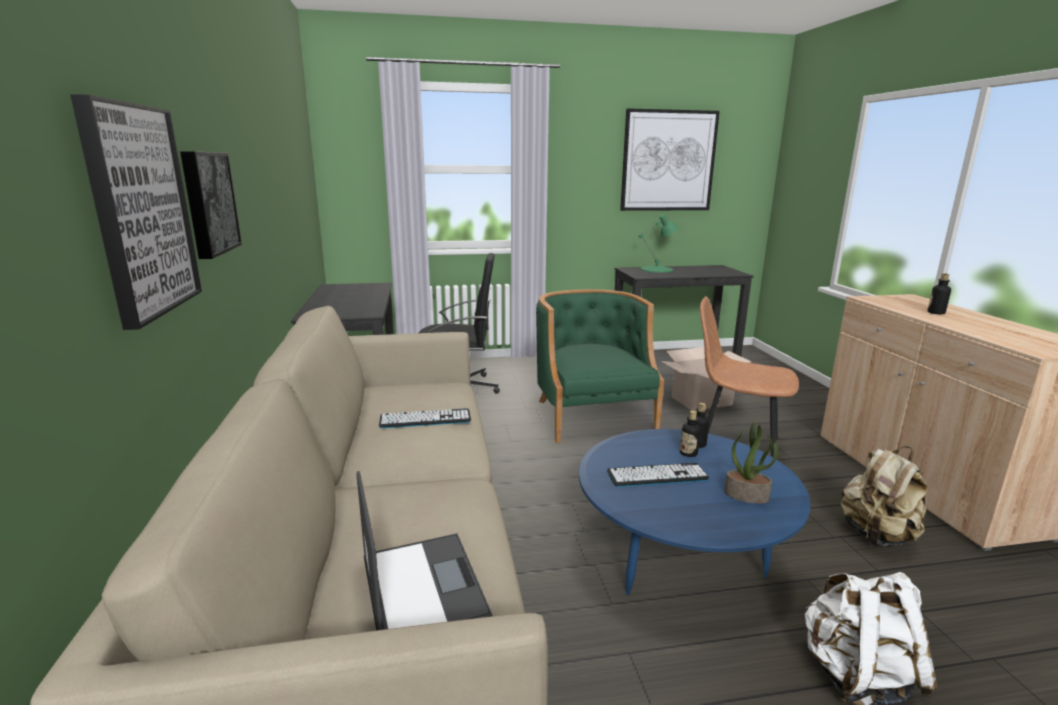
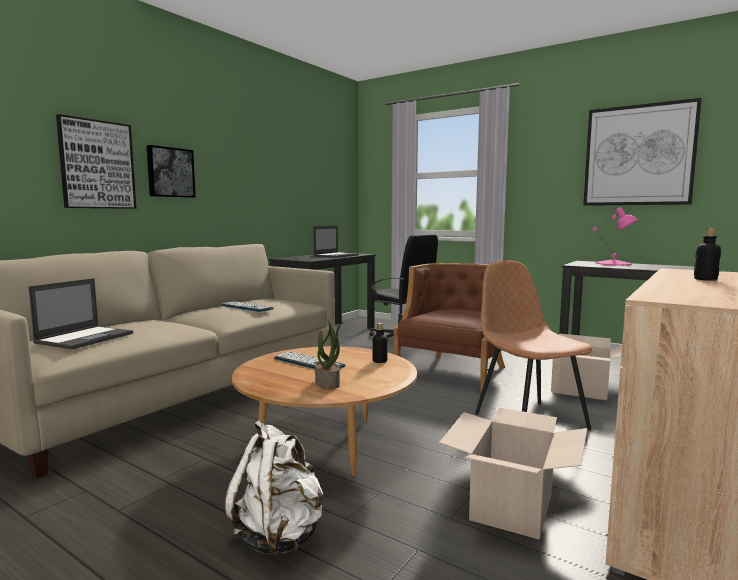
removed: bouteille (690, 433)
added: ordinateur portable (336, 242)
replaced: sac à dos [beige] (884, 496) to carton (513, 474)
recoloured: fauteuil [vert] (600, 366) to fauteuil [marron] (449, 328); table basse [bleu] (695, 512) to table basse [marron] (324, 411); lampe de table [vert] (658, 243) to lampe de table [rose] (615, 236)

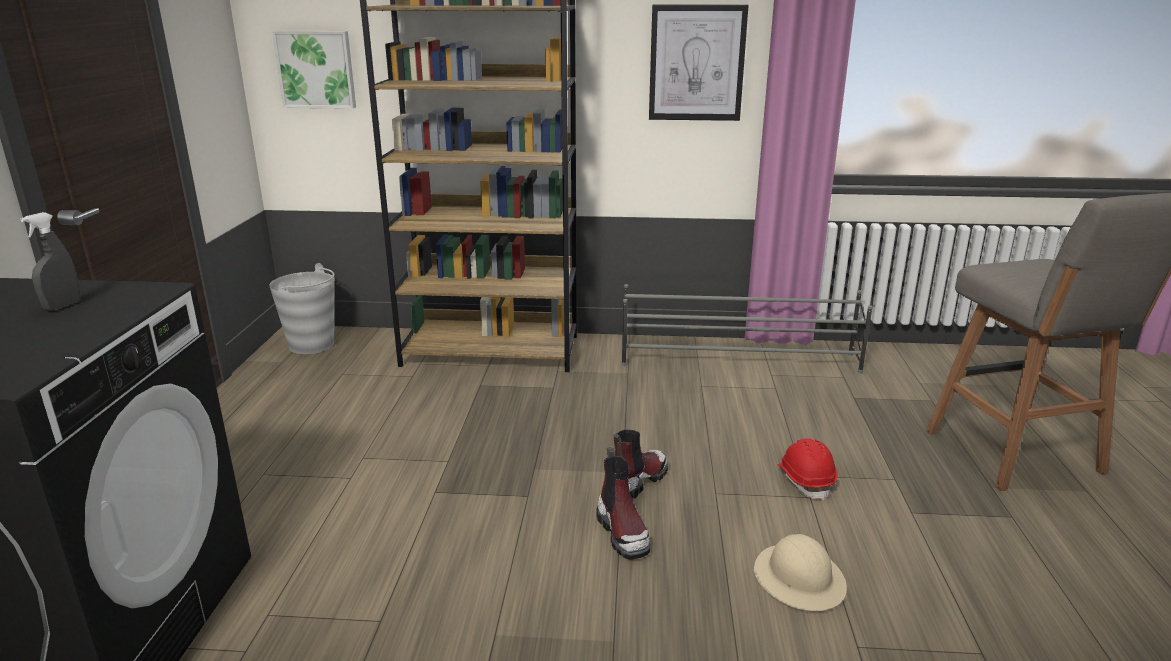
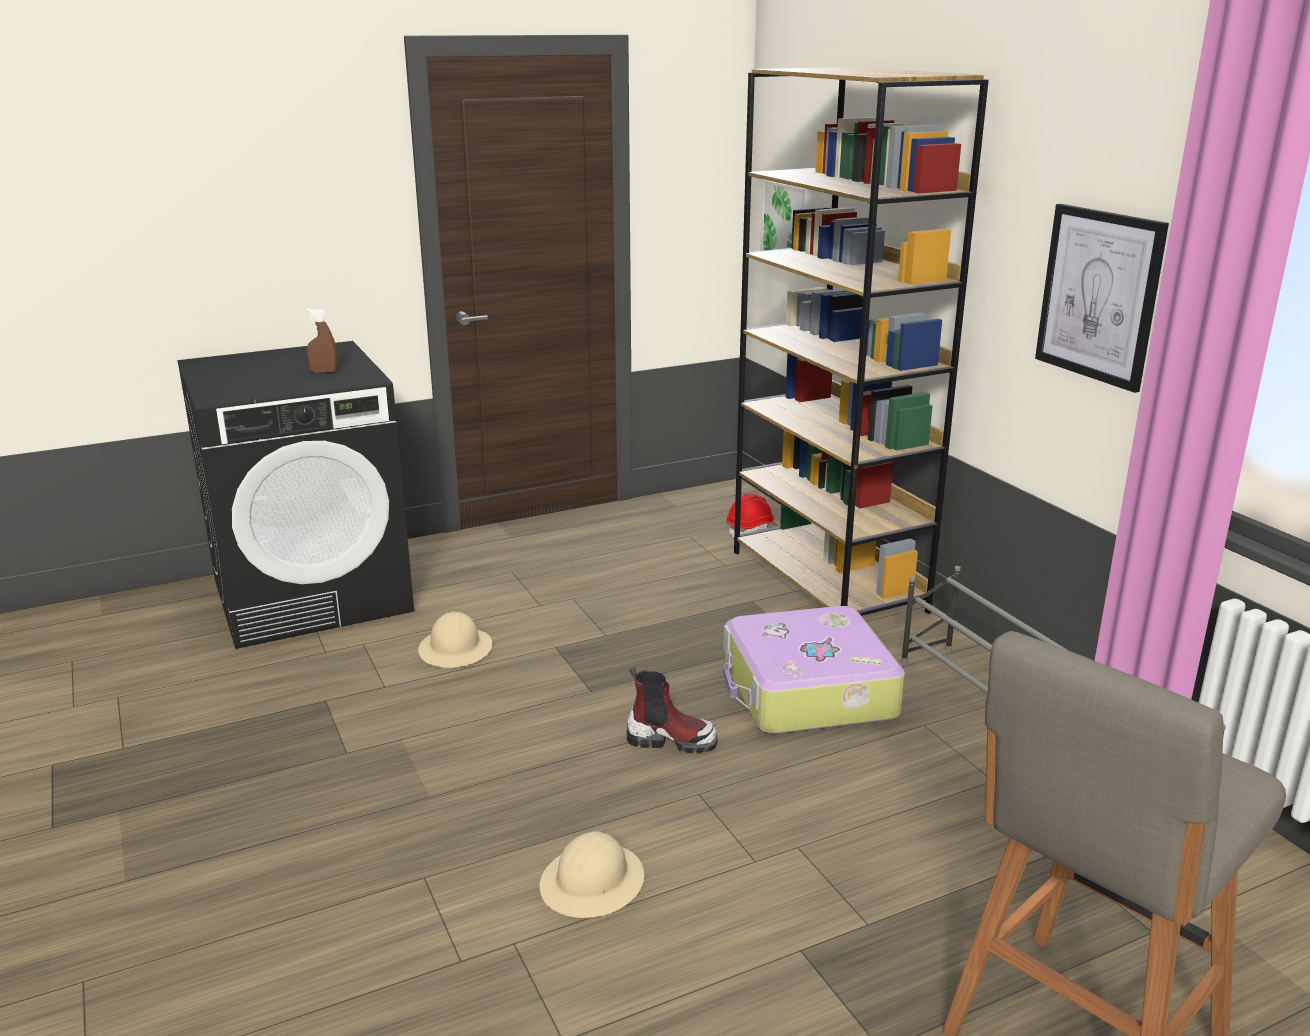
removed: seau [gris] (302, 308); botte (623, 503)
added: casque de chantier [beige] (455, 640); valise (814, 670)
moved: casque de chantier [rouge] (807, 469) to (752, 516)
recoloured: vaporisateur [gris] (50, 261) to vaporisateur [marron] (321, 340)

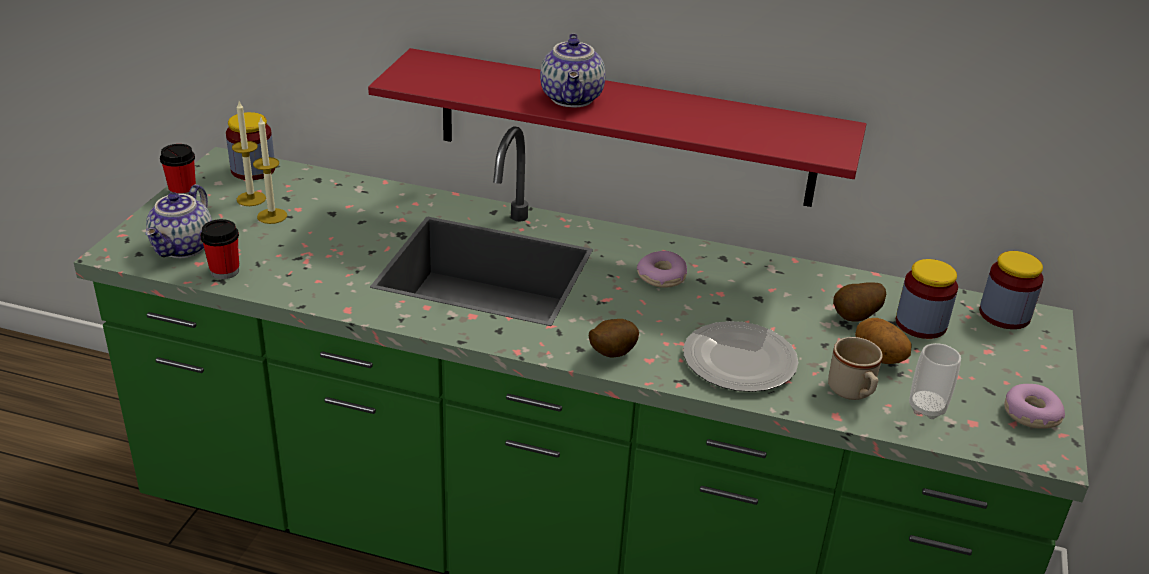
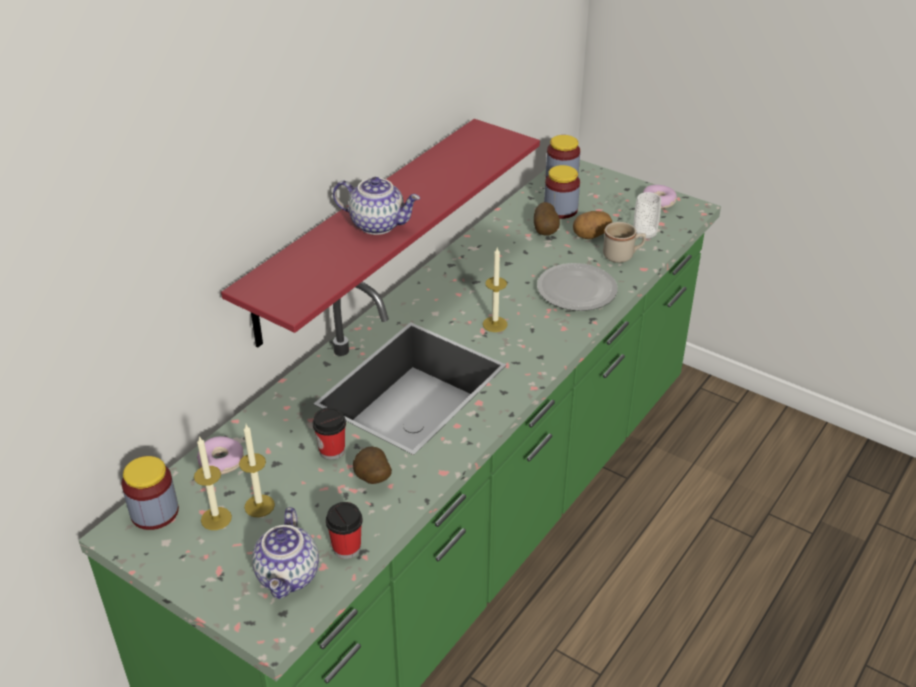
added: bougie (495, 290)
moved: tasse (178, 169) to (329, 433); pomme de terre (614, 338) to (372, 465); beignet (662, 269) to (220, 455)
turned: théière (179, 221) = (285, 553) 60 degrees clockwise

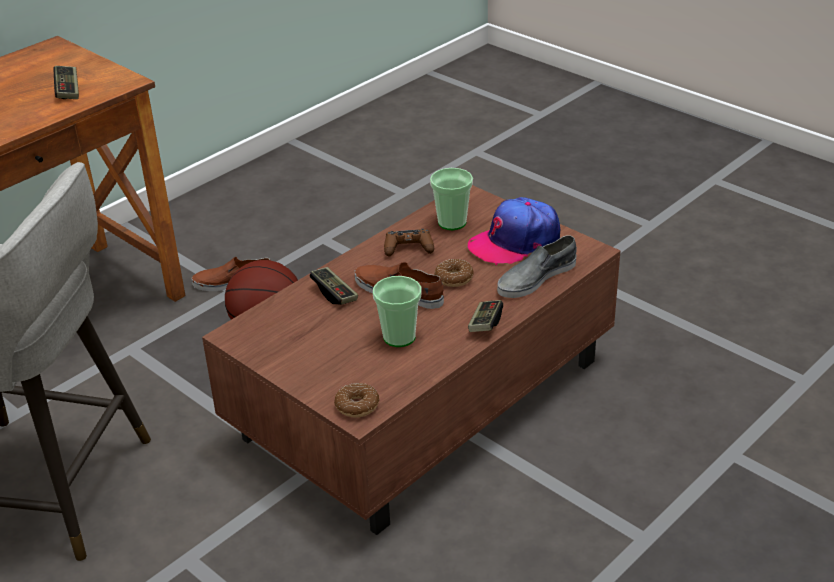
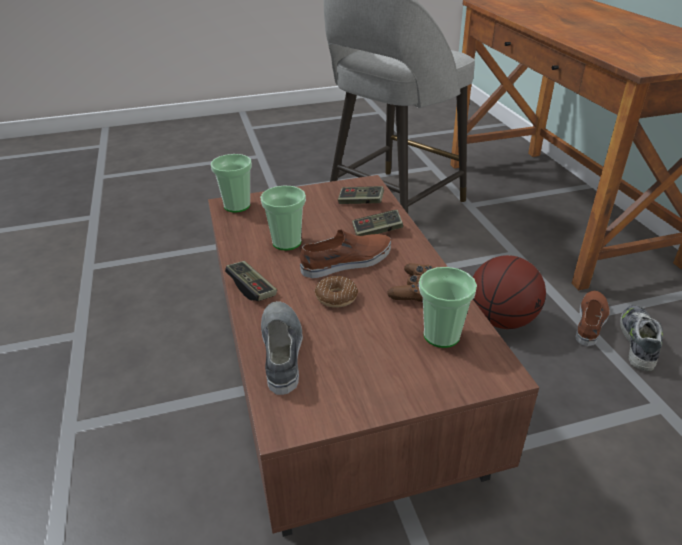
removed: casquette (514, 231)
added: chaussure (641, 338)
moved: manette (66, 82) to (361, 195)
replaced: beignet (357, 400) to tasse (231, 183)

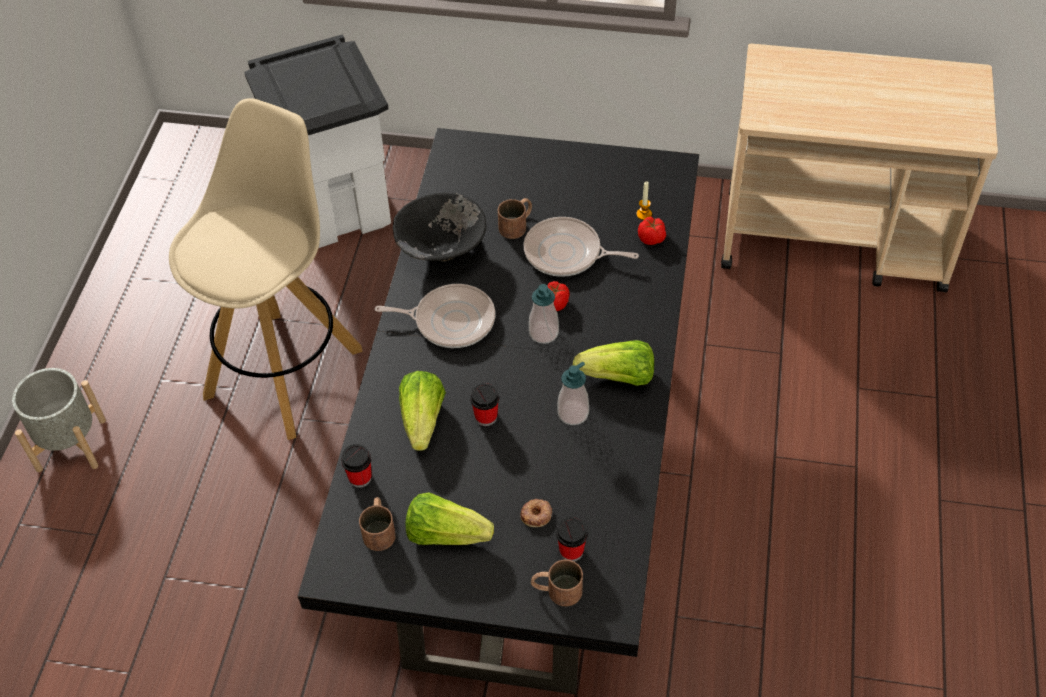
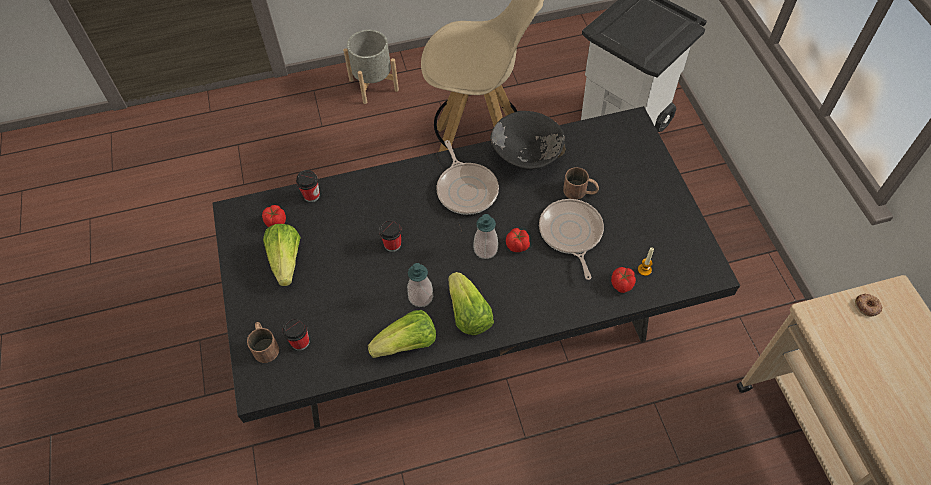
moved: laitue (422, 411) to (402, 334); beignet (536, 513) to (869, 305)
replaced: mug [marron] (377, 524) to tomate (274, 216)

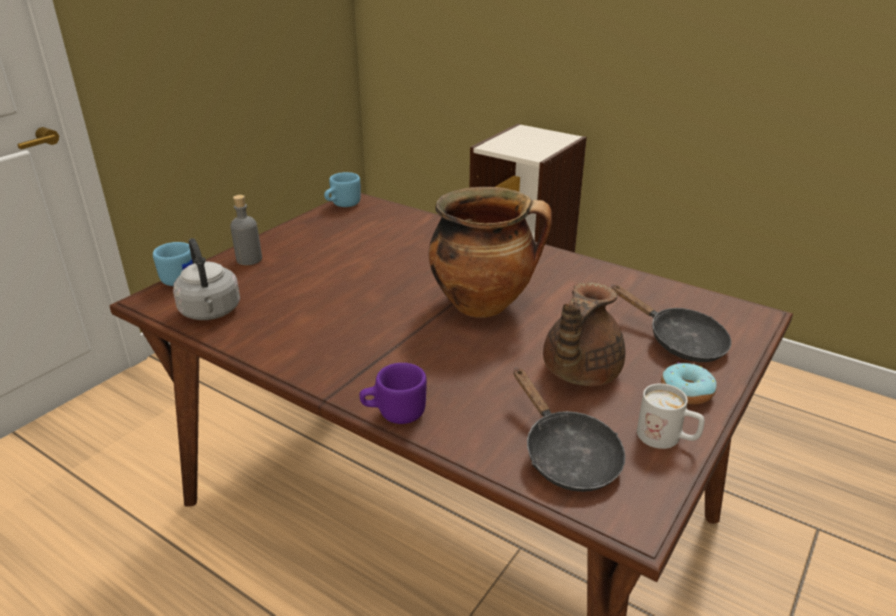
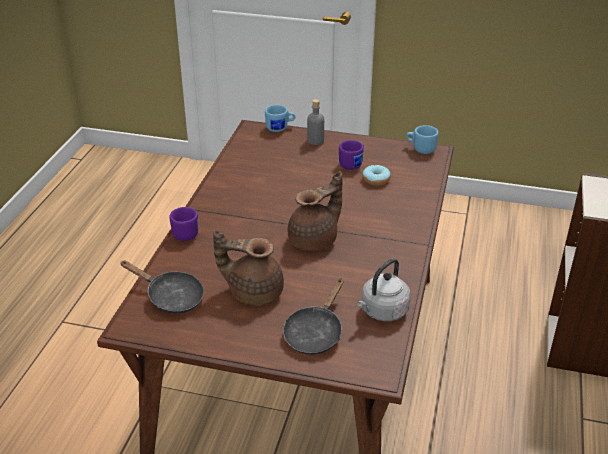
removed: mug [blanc] (671, 416)
added: mug [violet] (351, 155)
moved: bouilloire [gris] (206, 279) to (384, 289); beignet (688, 384) to (376, 175)
replaced: marmite (490, 252) to théière [marron] (315, 211)
turned: poêle [noir] (569, 430) = (162, 287) 105 degrees counterclockwise

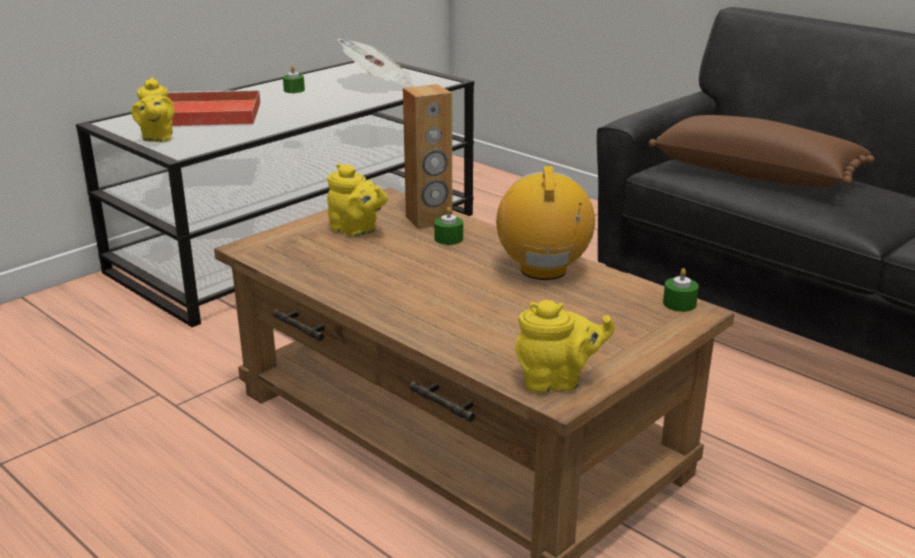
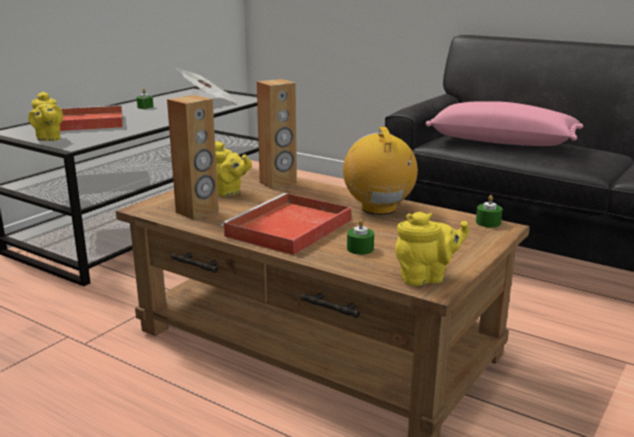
added: enceinte [marron] (193, 157); plateau [rouge] (286, 224)
moved: bougie [vert] (448, 226) to (360, 237)
recoloured: coussin [marron] (762, 151) to coussin [rose] (504, 123)

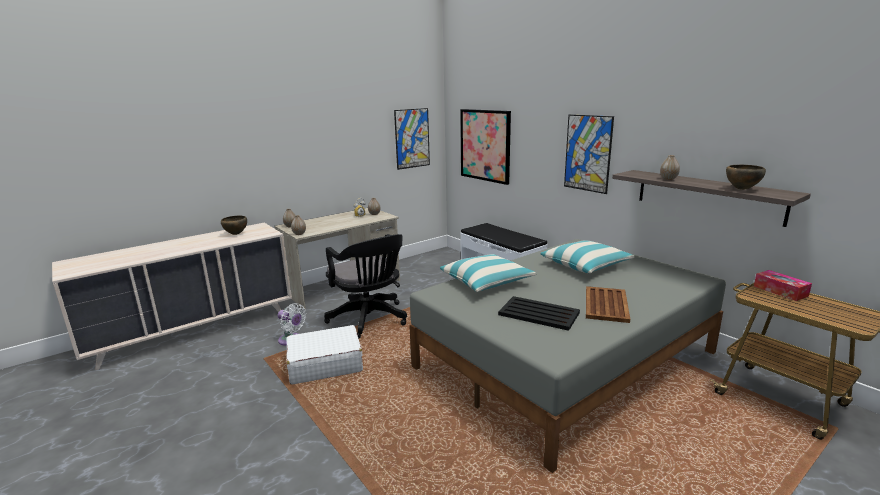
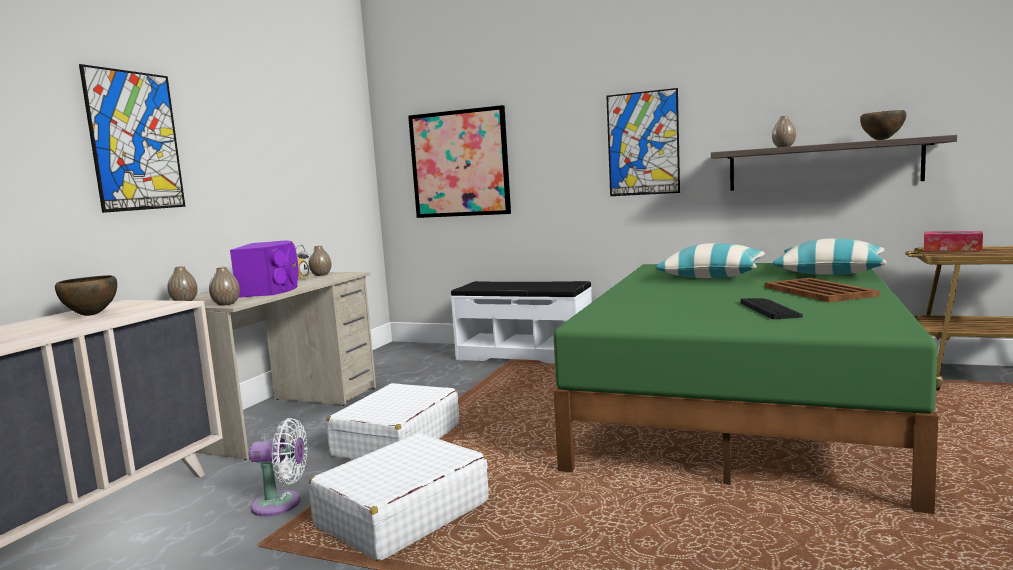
added: enceinte [violet] (264, 269)
moved: tableau (412, 139) to (132, 138); coussin (488, 273) to (829, 256)
replaced: chaise de bureau [noir] (365, 286) to valise [blanc] (393, 421); plateau [noir] (539, 313) to clavier (772, 308)
recoloured: lit [gris] (567, 356) to lit [vert] (746, 388)

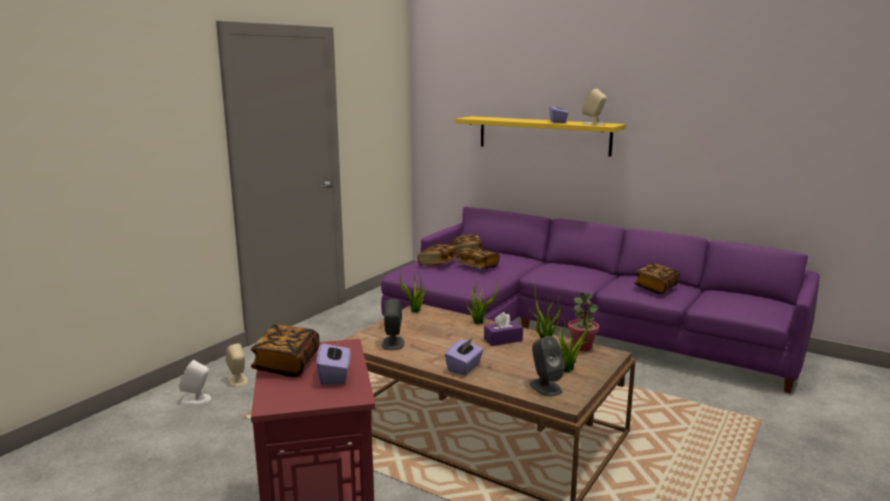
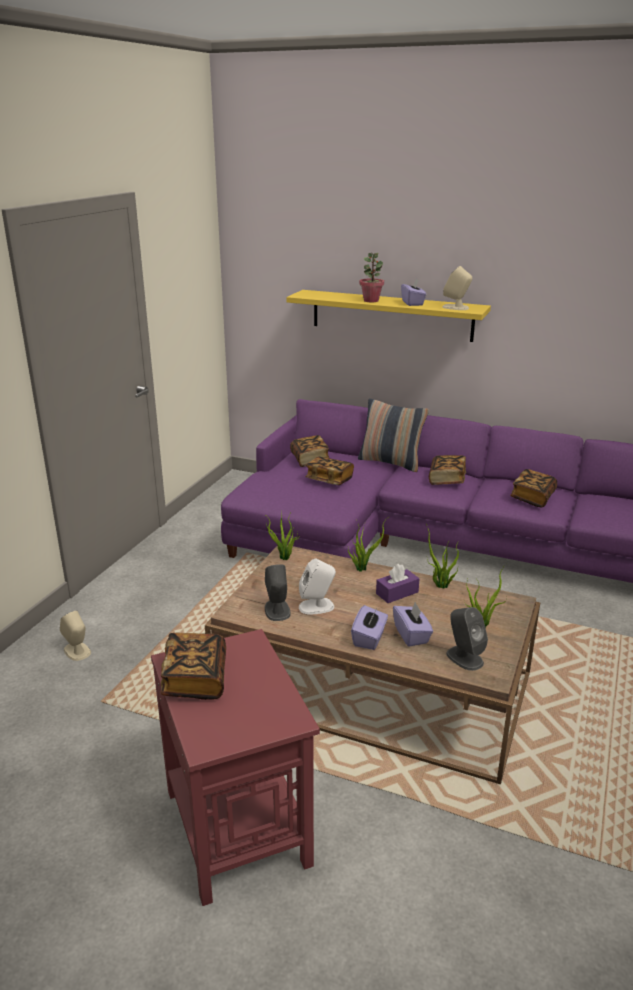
added: coussin (393, 435)
moved: enceinte [blanc] (195, 382) to (317, 587); boîte à mouchoirs [violet] (334, 361) to (413, 624); livre (437, 255) to (447, 470); plante en pot (583, 322) to (371, 277)

